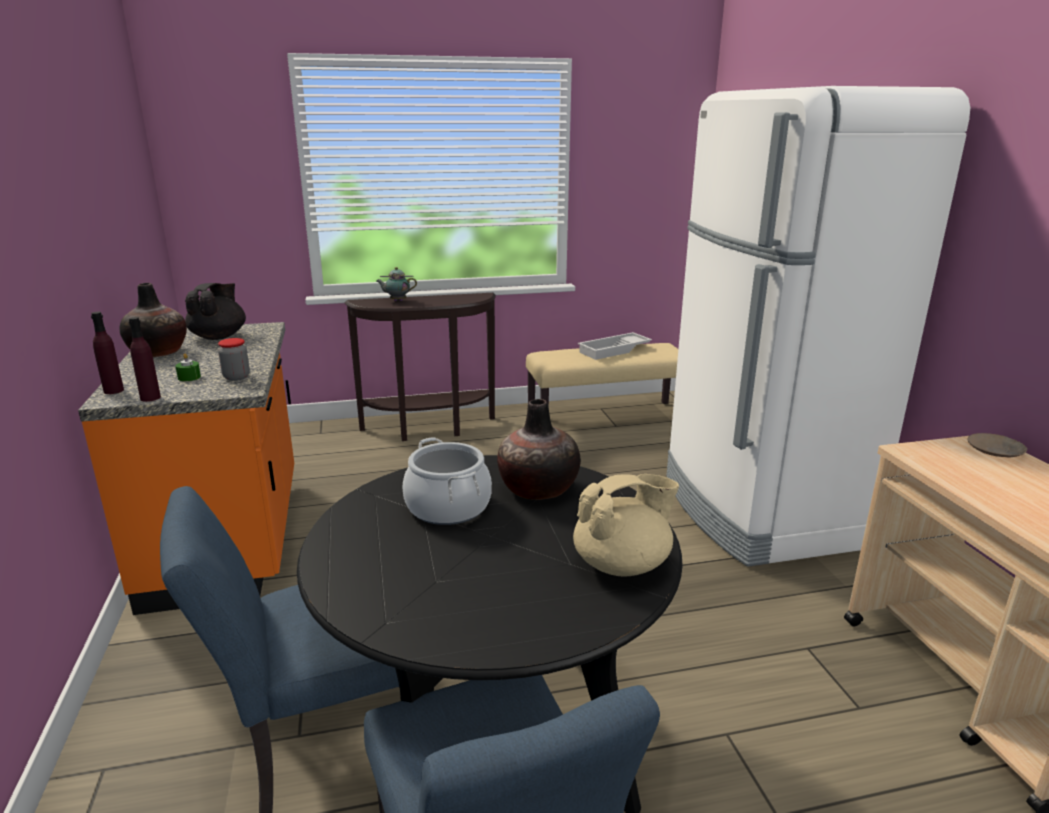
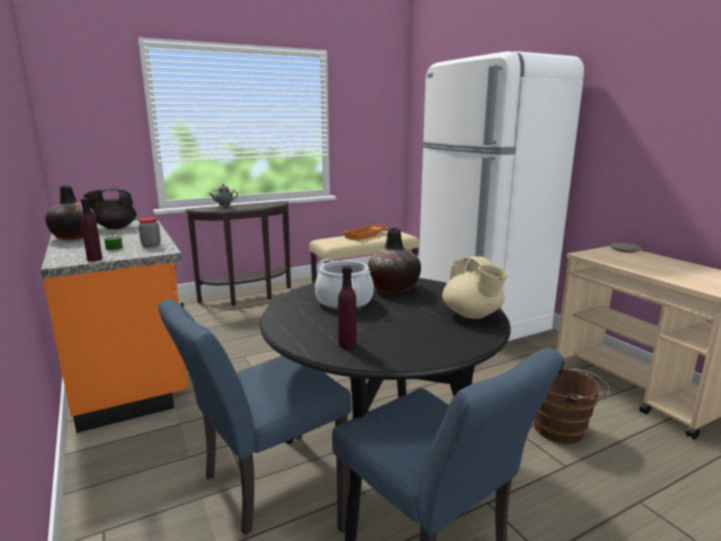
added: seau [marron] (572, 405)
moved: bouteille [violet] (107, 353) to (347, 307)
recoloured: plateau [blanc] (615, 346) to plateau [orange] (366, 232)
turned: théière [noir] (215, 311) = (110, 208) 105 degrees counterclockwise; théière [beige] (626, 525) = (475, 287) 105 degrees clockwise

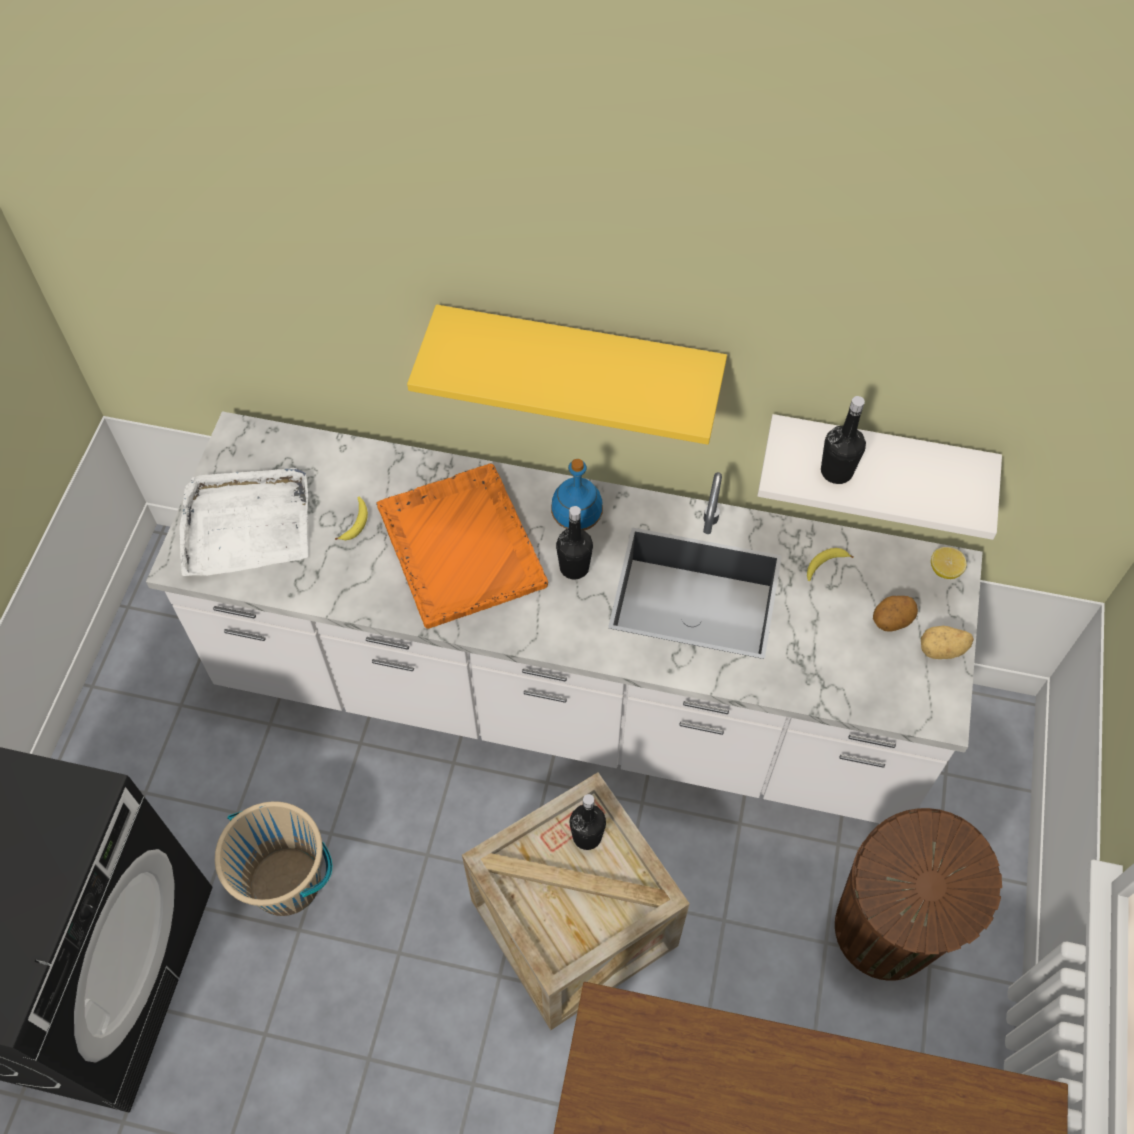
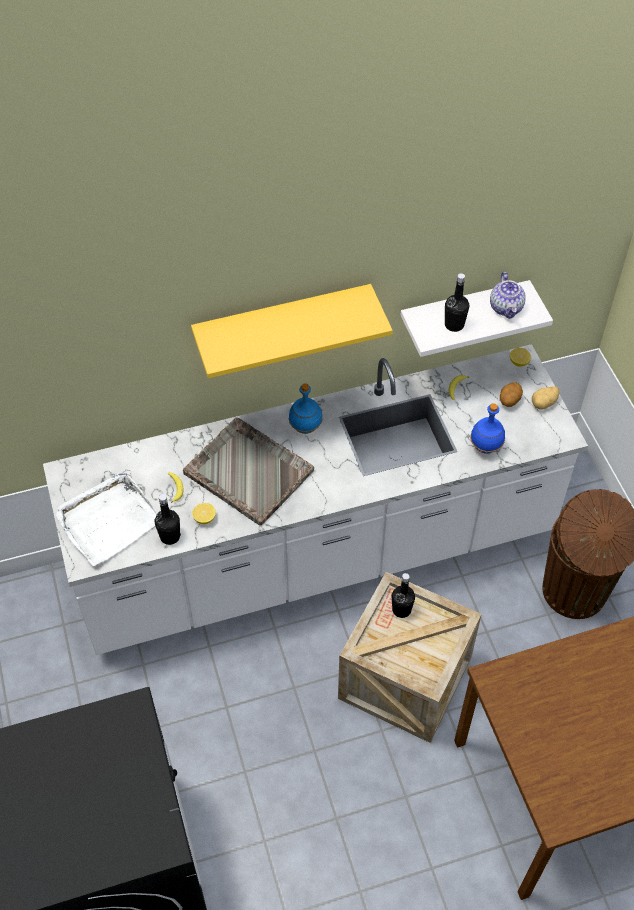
removed: seau [beige] (273, 858)
added: citron (204, 513); bouteille [bleu] (488, 428); théière (508, 295)
moved: bouteille [noir] (574, 543) to (168, 519)
recoloured: plateau [orange] (462, 546) to plateau [gris] (248, 472)

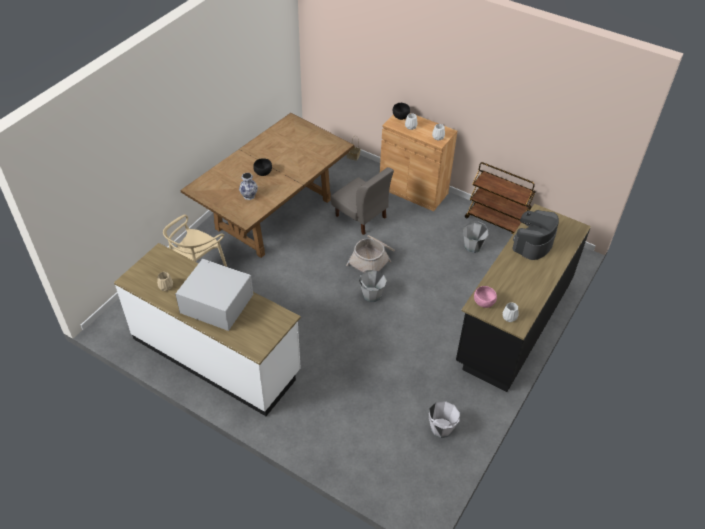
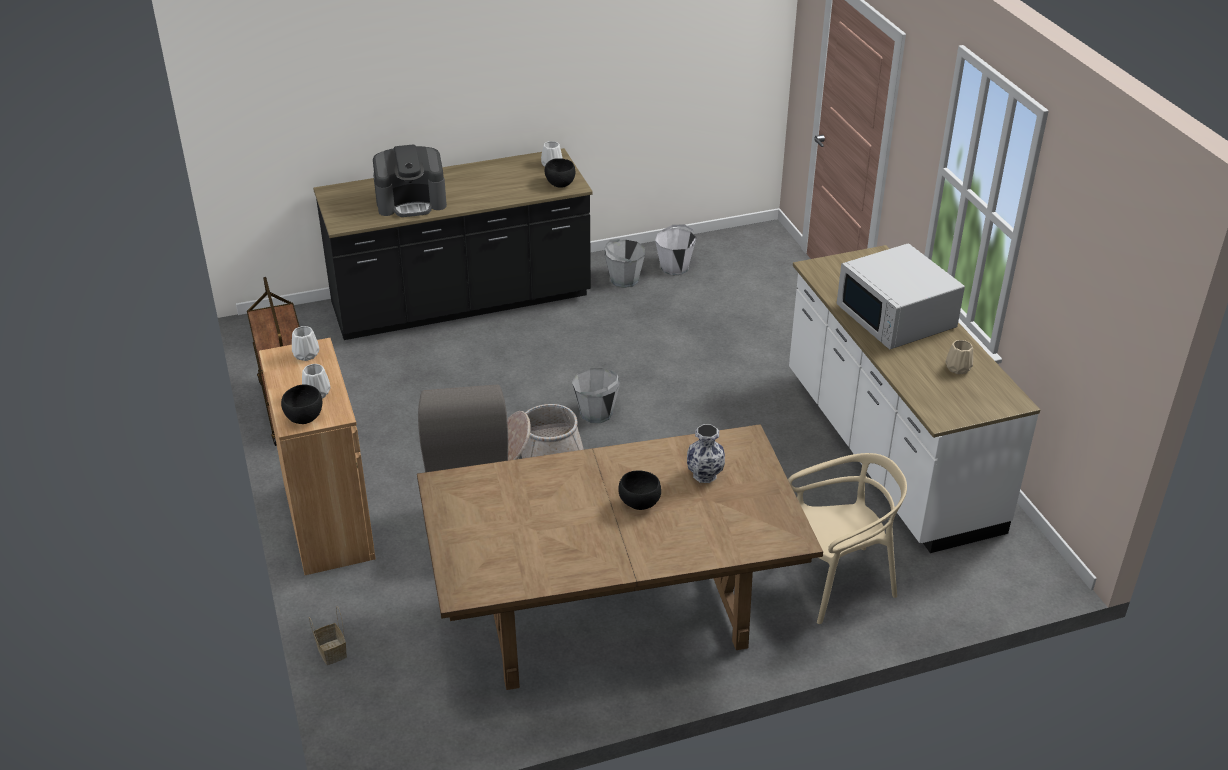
moved: seau [gris] (476, 237) to (624, 263)
recoloured: bol [rose] (485, 297) to bol [noir] (560, 173)

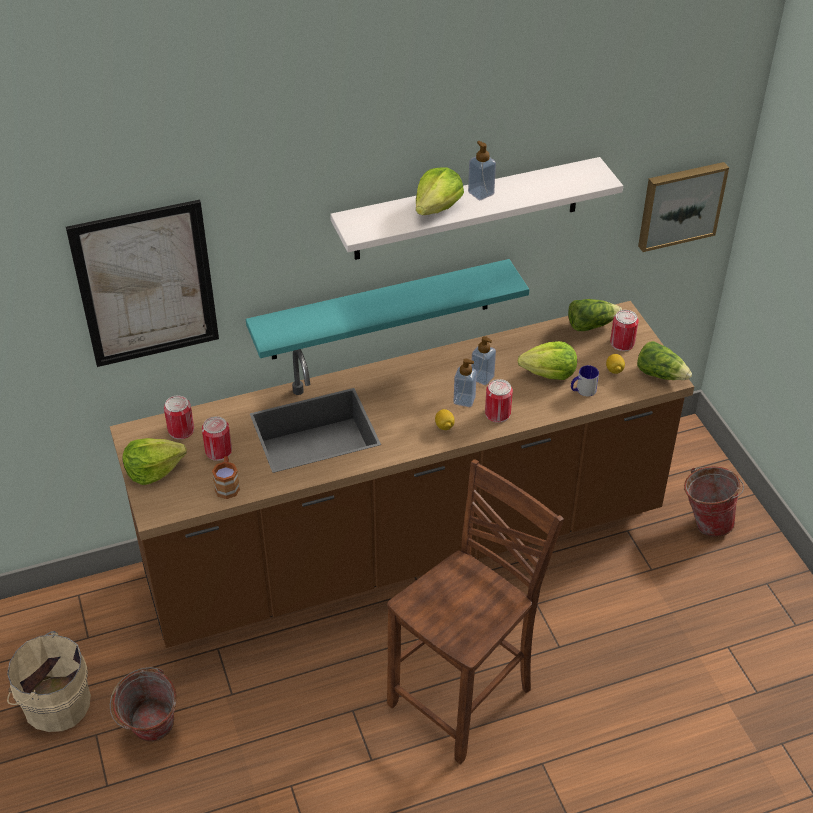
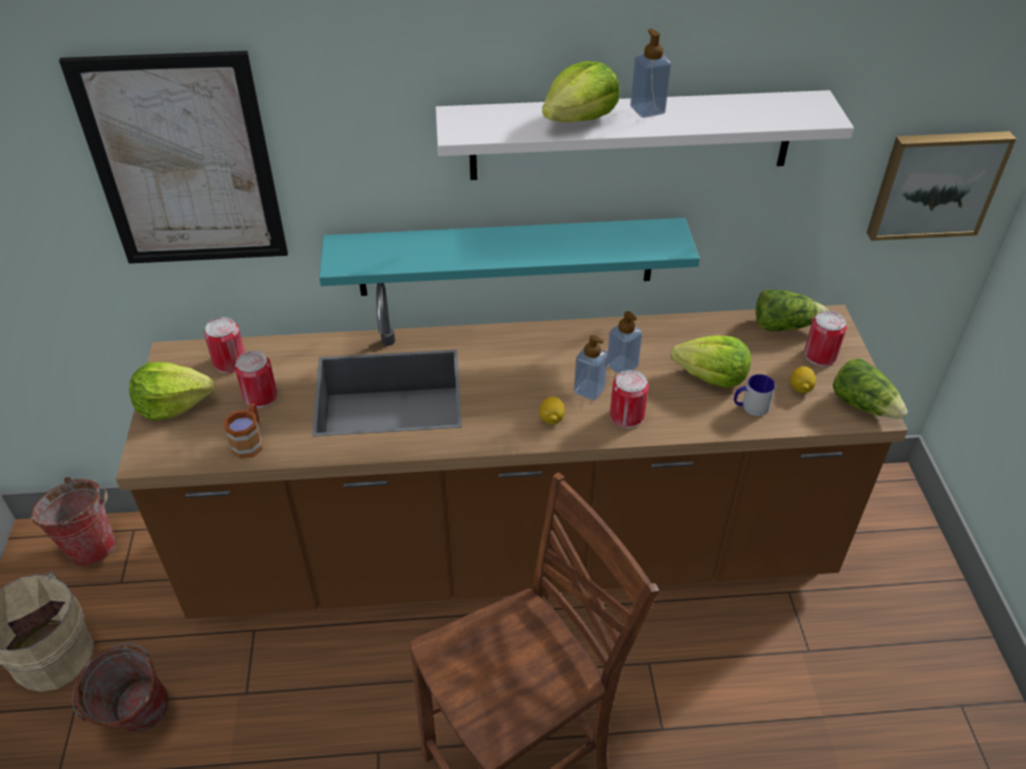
moved: seau (714, 501) to (74, 522)

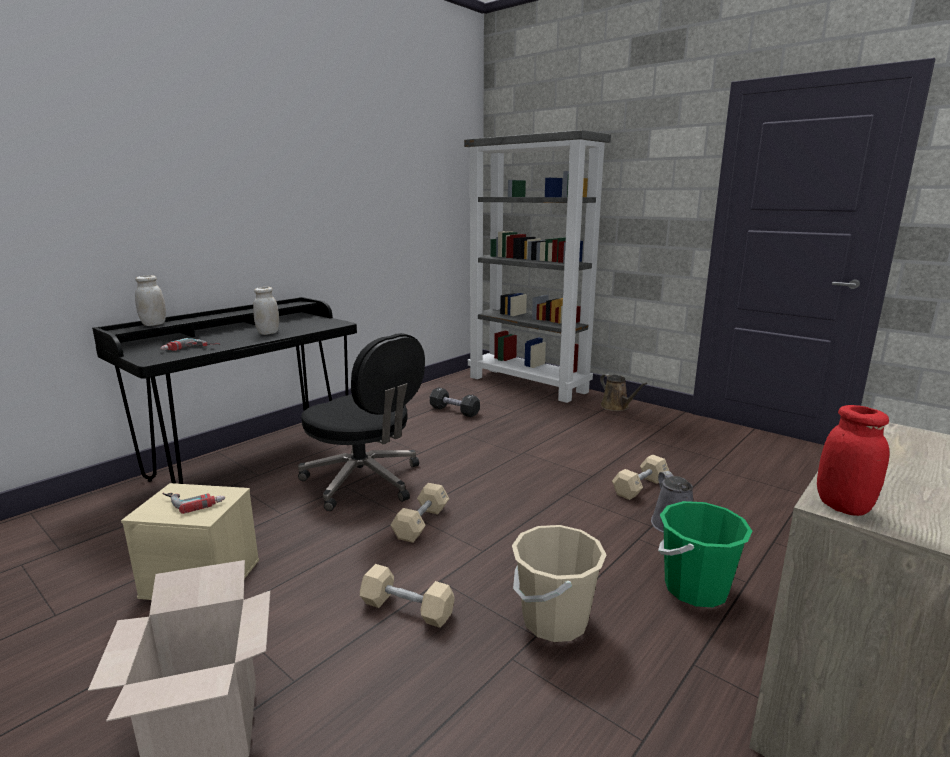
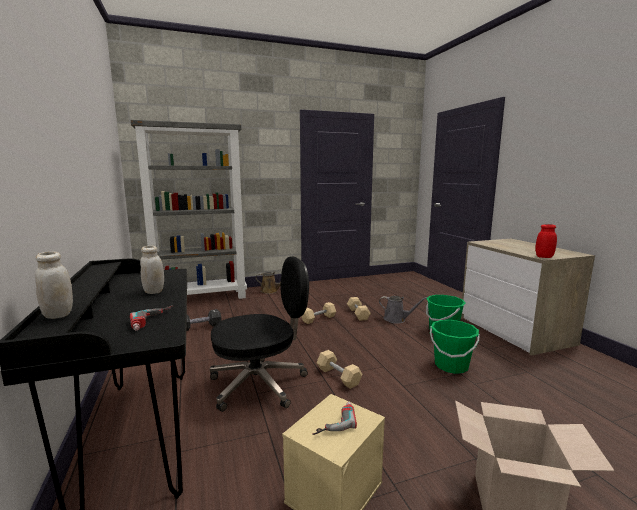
moved: haltère [beige] (407, 596) to (319, 313)
recoloured: seau [beige] (559, 583) to seau [vert] (455, 347)

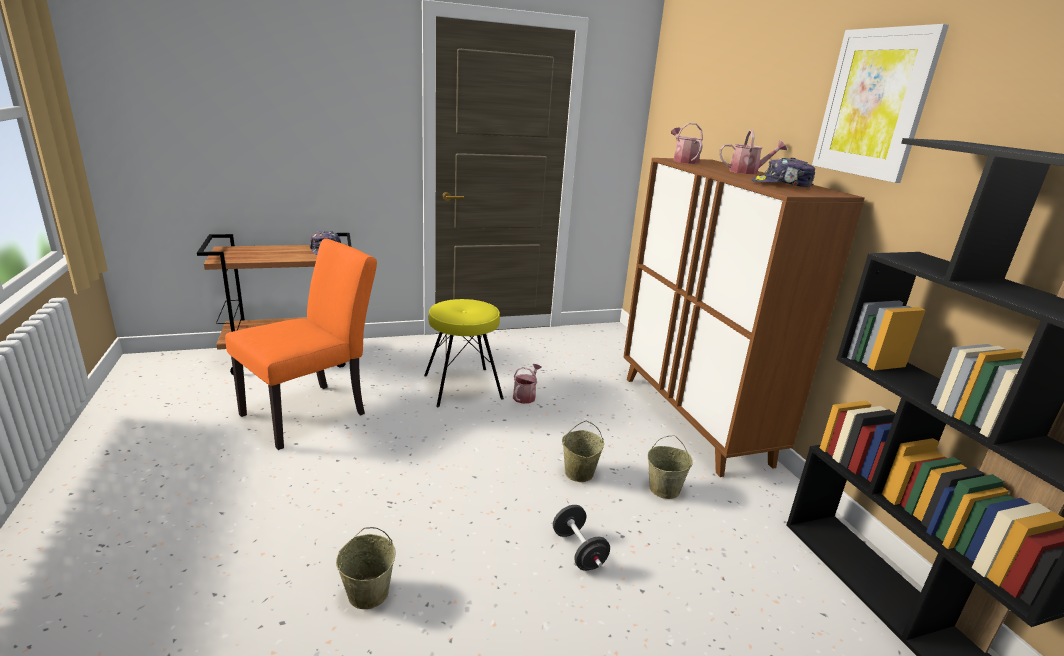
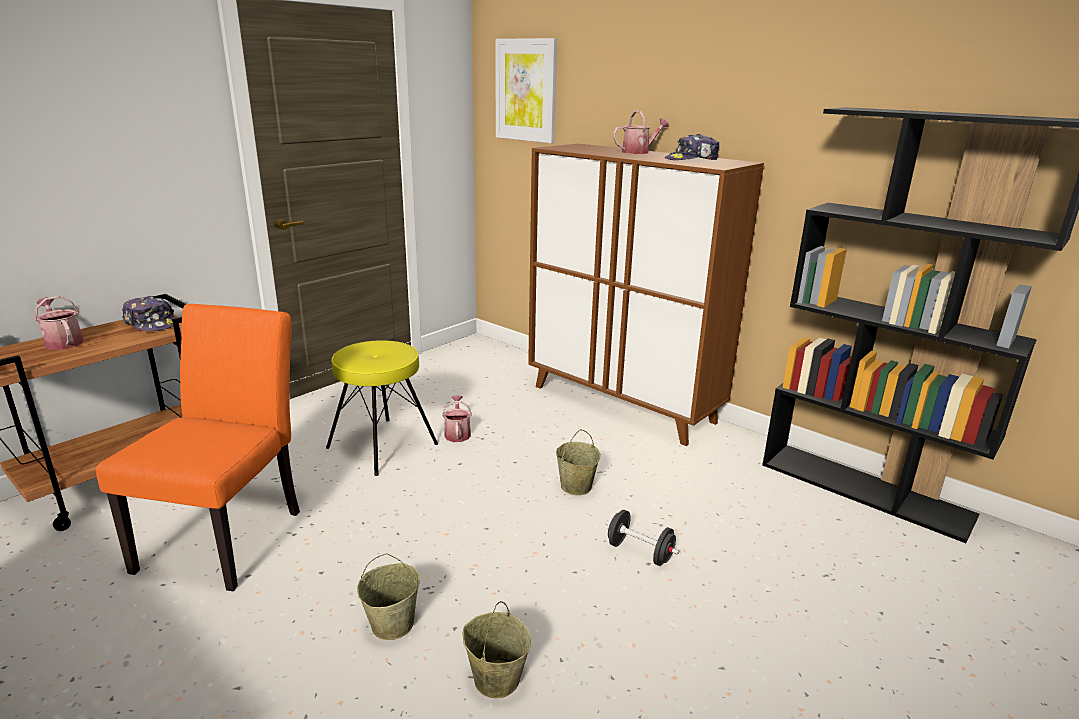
moved: seau [beige] (670, 467) to (388, 596); arrosoir (687, 143) to (59, 323); tableau (880, 103) to (526, 90)

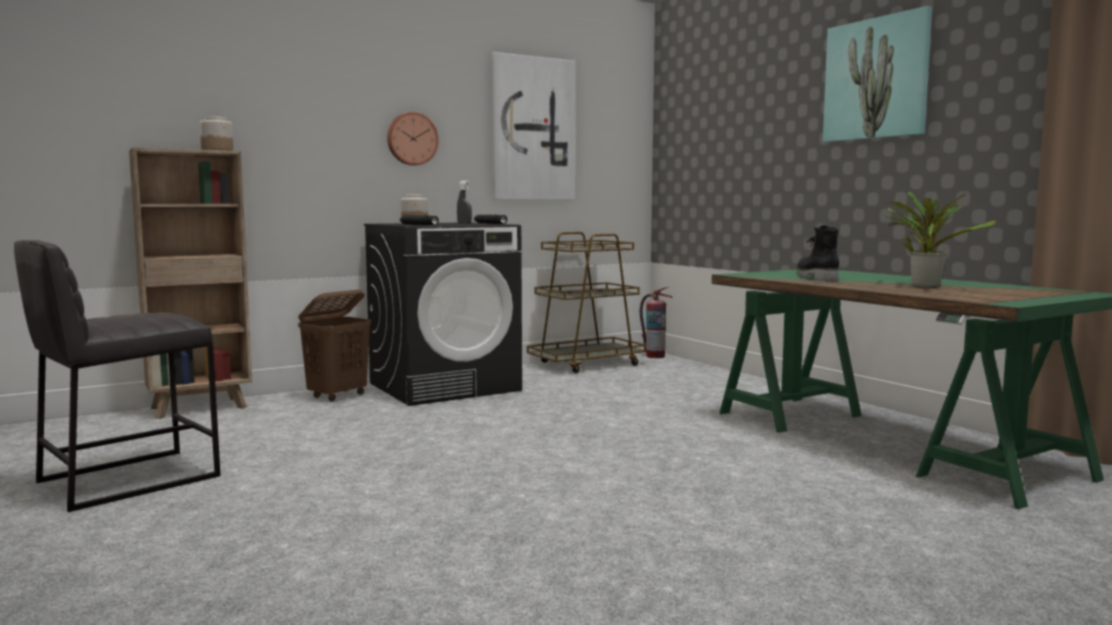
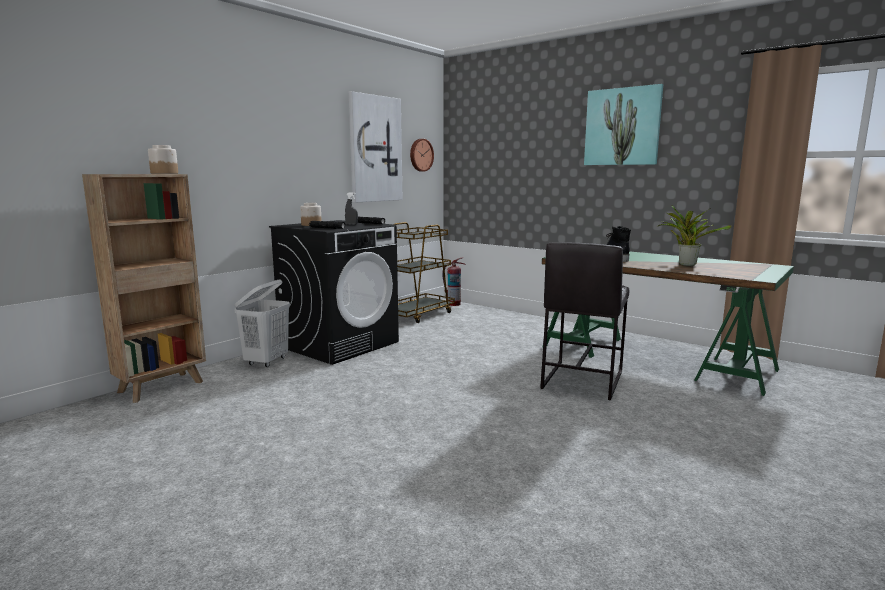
moved: tabouret [gris] (117, 376) to (584, 321); horloge murale (413, 138) to (422, 155)
recoloured: panier à linge [marron] (334, 345) to panier à linge [blanc] (262, 323)

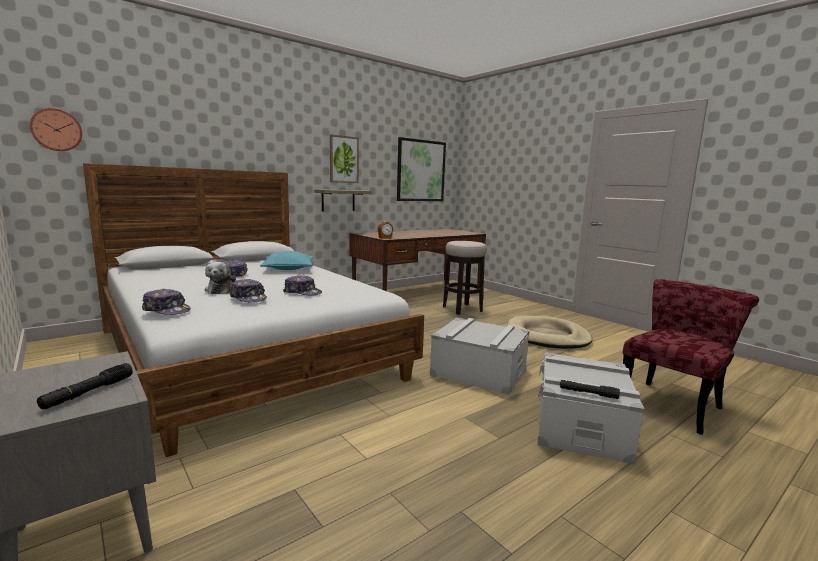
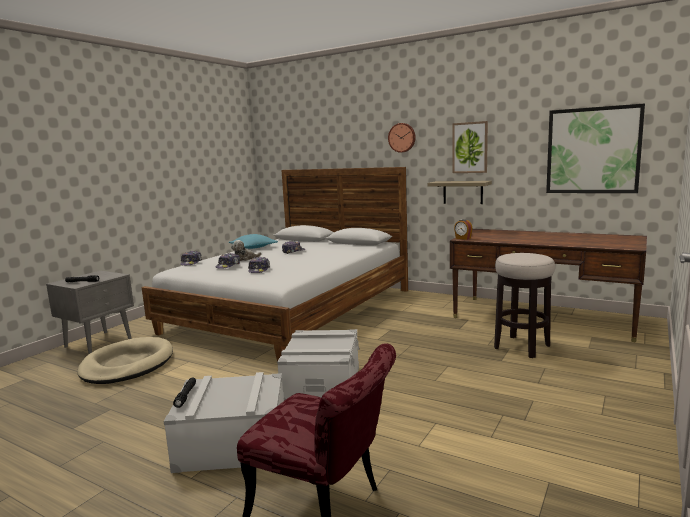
moved: horloge murale (56, 129) to (402, 138); coussin [turquoise] (287, 260) to (253, 241); panier pour chien [beige] (549, 332) to (125, 360)

